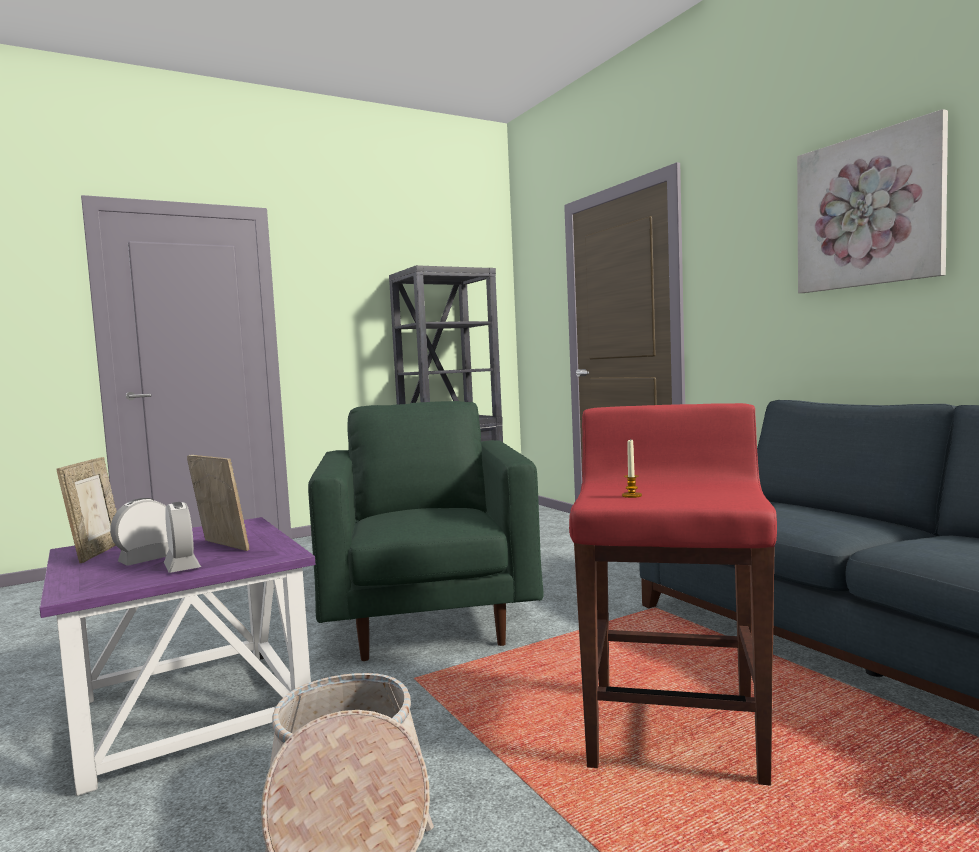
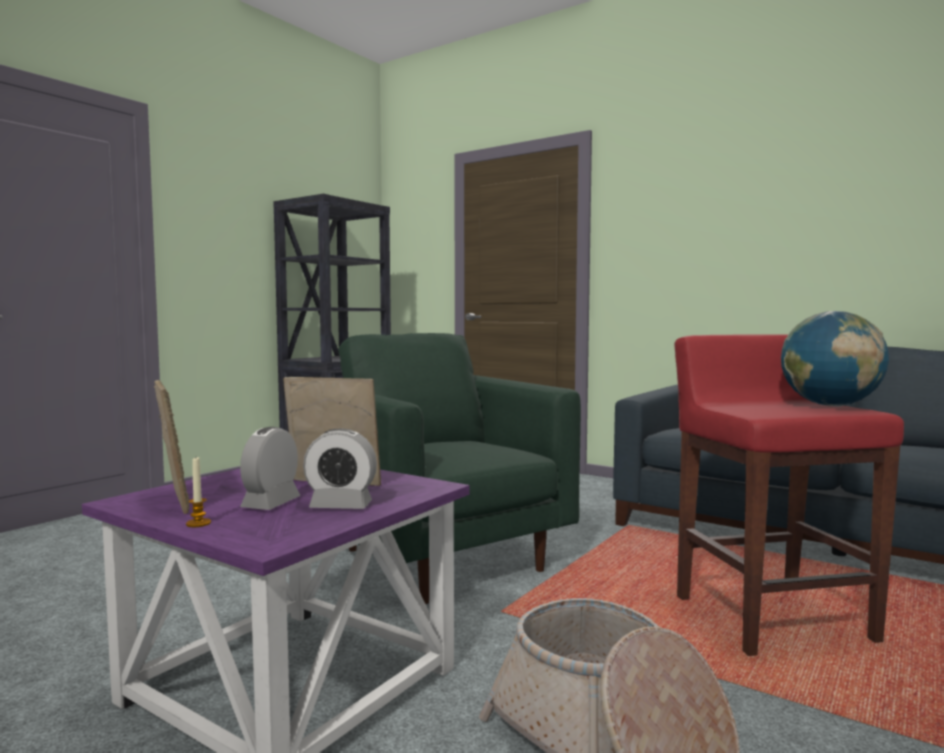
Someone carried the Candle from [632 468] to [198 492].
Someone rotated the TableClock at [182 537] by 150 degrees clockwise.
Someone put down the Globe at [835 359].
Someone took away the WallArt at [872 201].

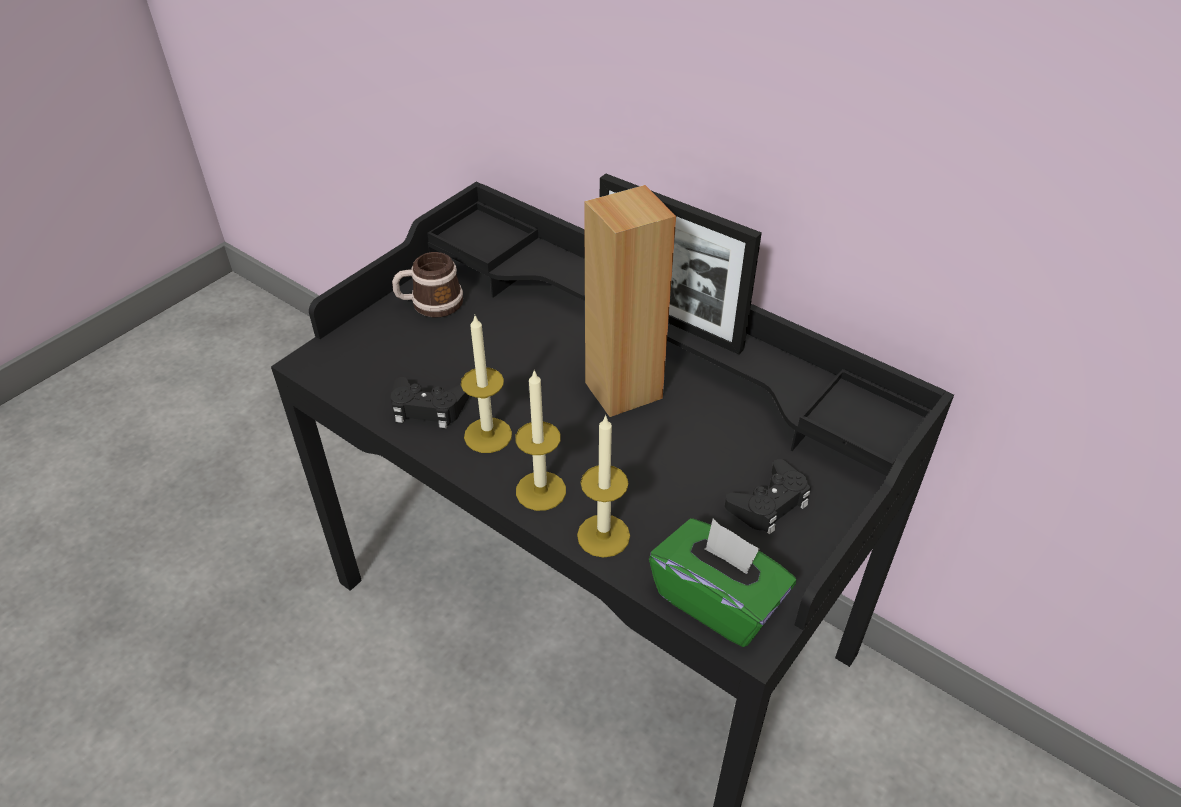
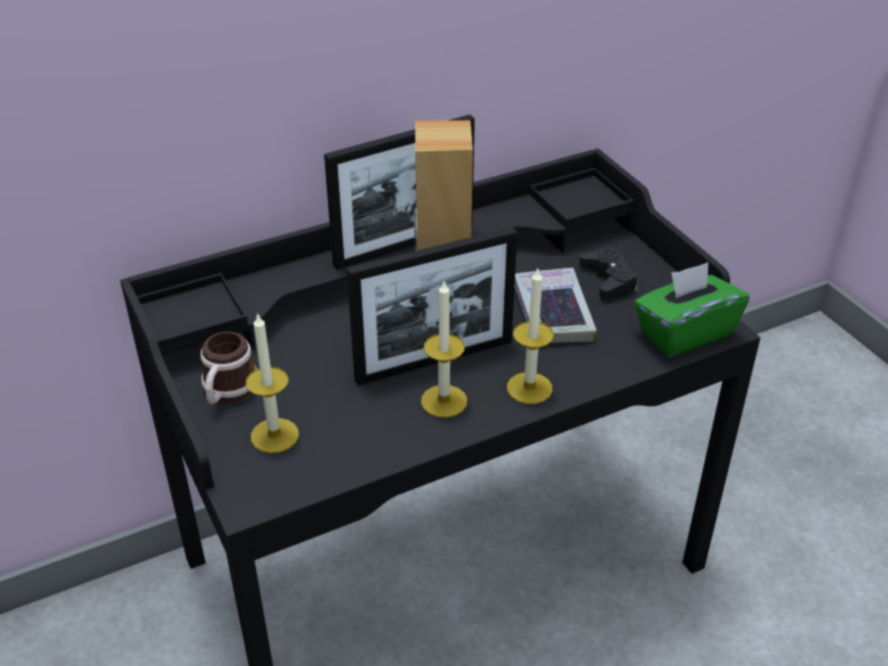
Someone carried the Candle from [603 486] to [272 383].
Someone put down the PictureFrame at [432 306].
Someone put down the Volume at [556 305].
Someone took away the BlackishGameController at [429 402].

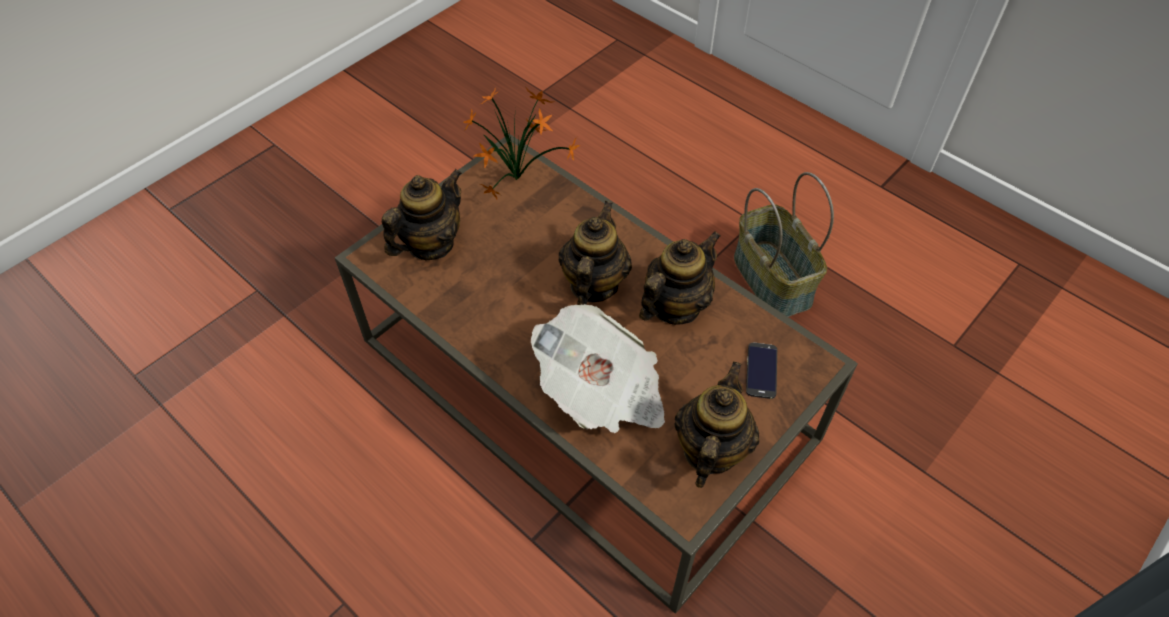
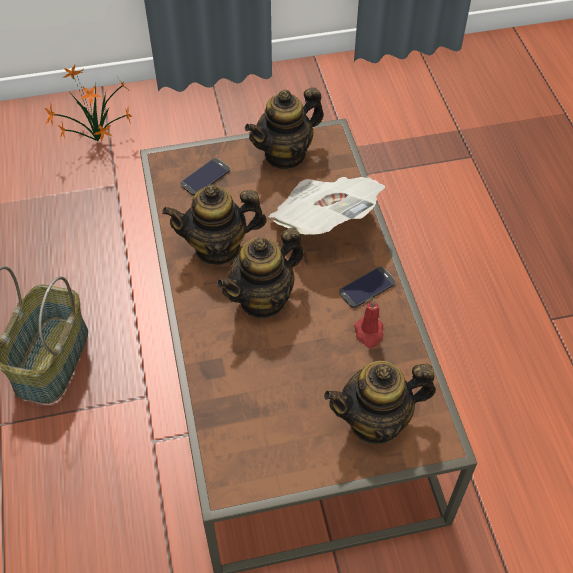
Someone carried the Houseplant from [522 143] to [88 103].
Someone put down the Handset at [367 287].
Someone put down the RedCandle at [368 323].

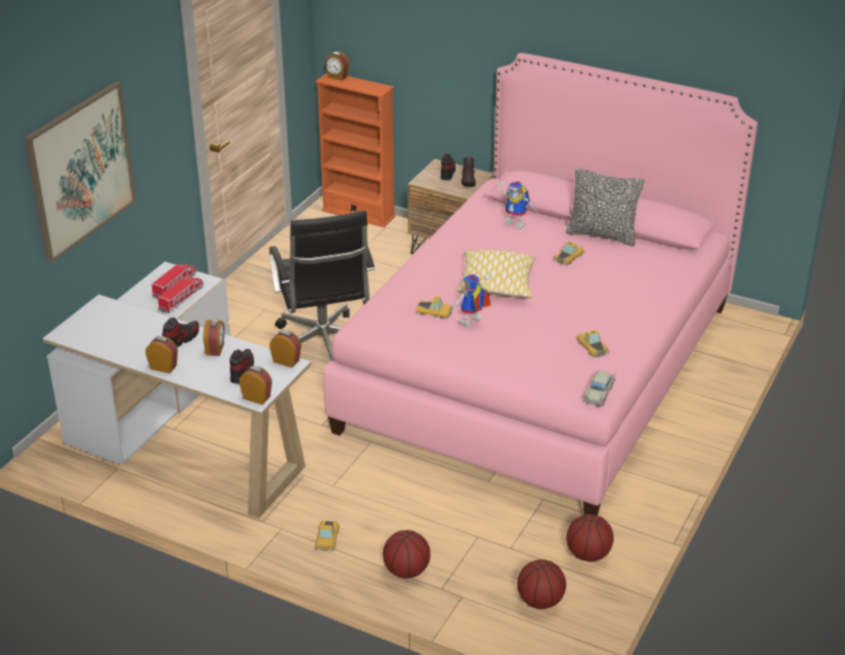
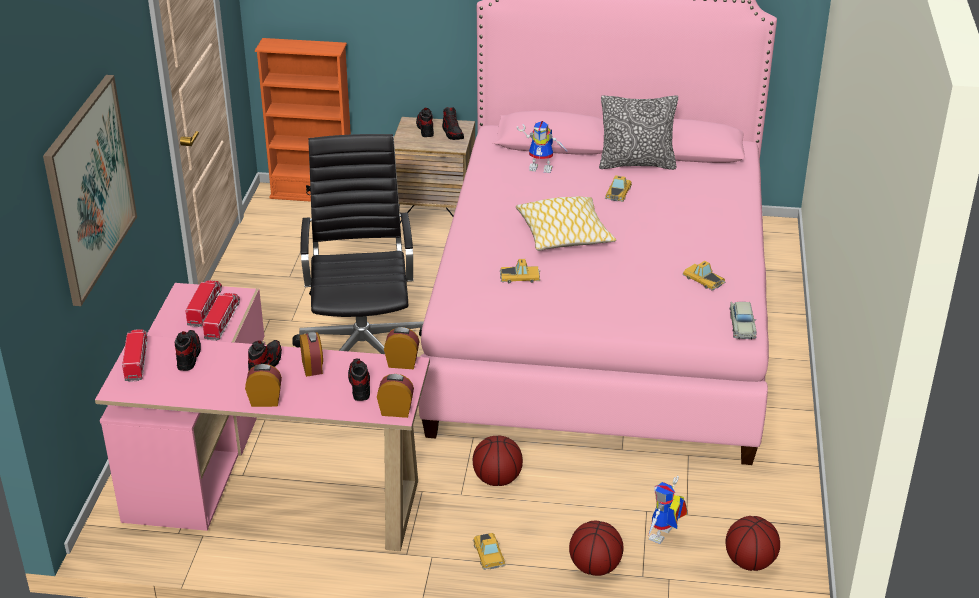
Someone repainted the WhiteDesk at [176 390], which became the PinkDesk at [262 417].
Someone put down the ToyTruck at [134 355].
Someone put down the Shoe at [188 350].
Someone rotated the BlackishComputerChair at [322 285] by 150 degrees counterclockwise.
Someone carried the Basketball from [590 538] to [498 461].
Someone carried the ToyRobot from [470 300] to [668 510].
Someone took away the TableClock at [337 66].

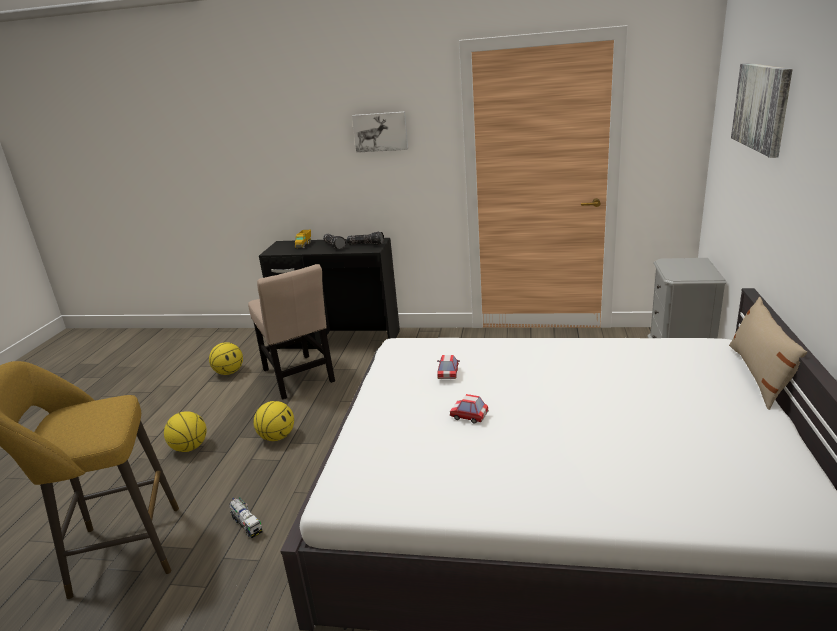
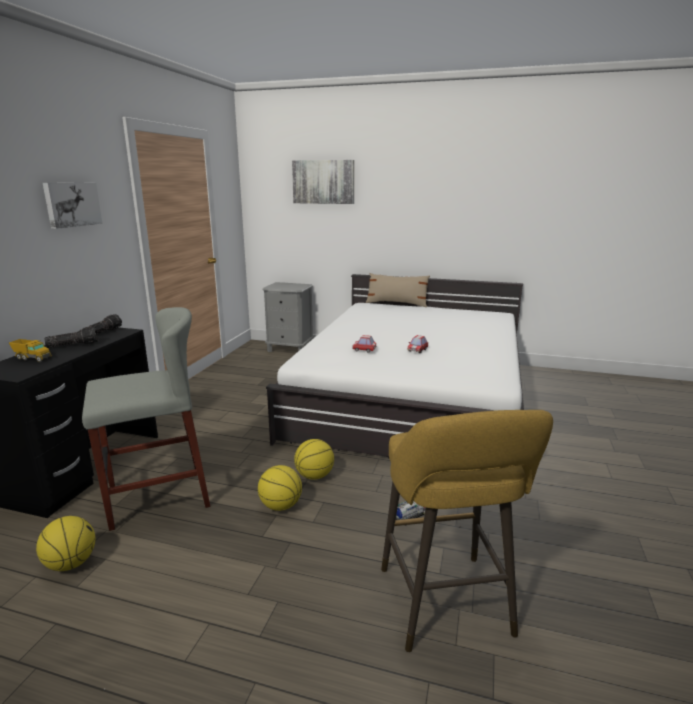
Someone swapped the SandColouredUprightChair at [291 331] for the GrayStoolSeat at [146 419].
Someone carried the Basketball from [185 431] to [314 459].

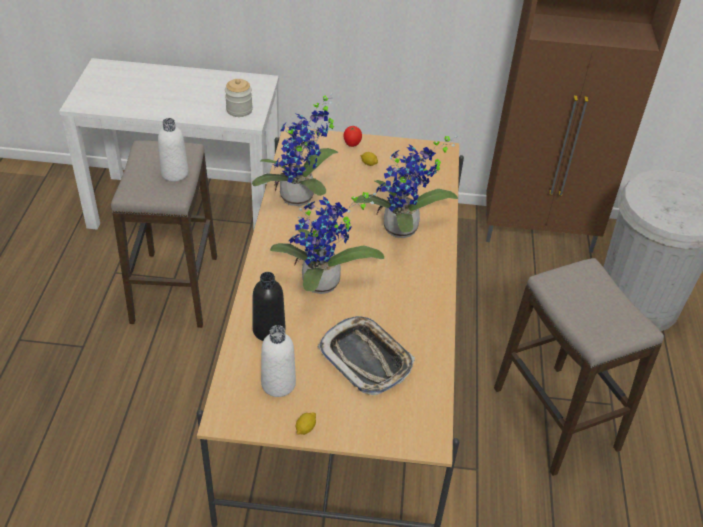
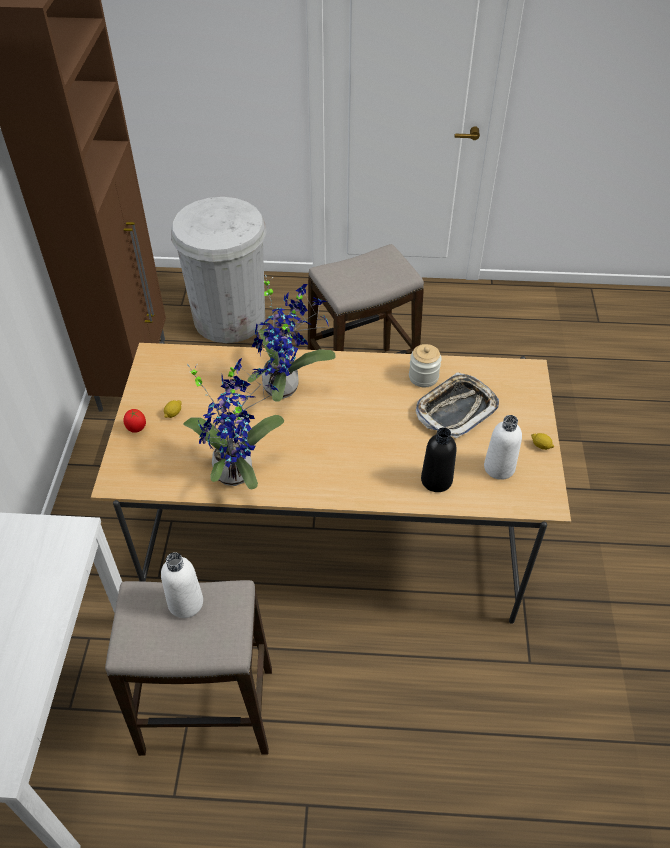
Someone carried the Jar from [239 98] to [425 365].
Someone took away the Houseplant at [327 243].

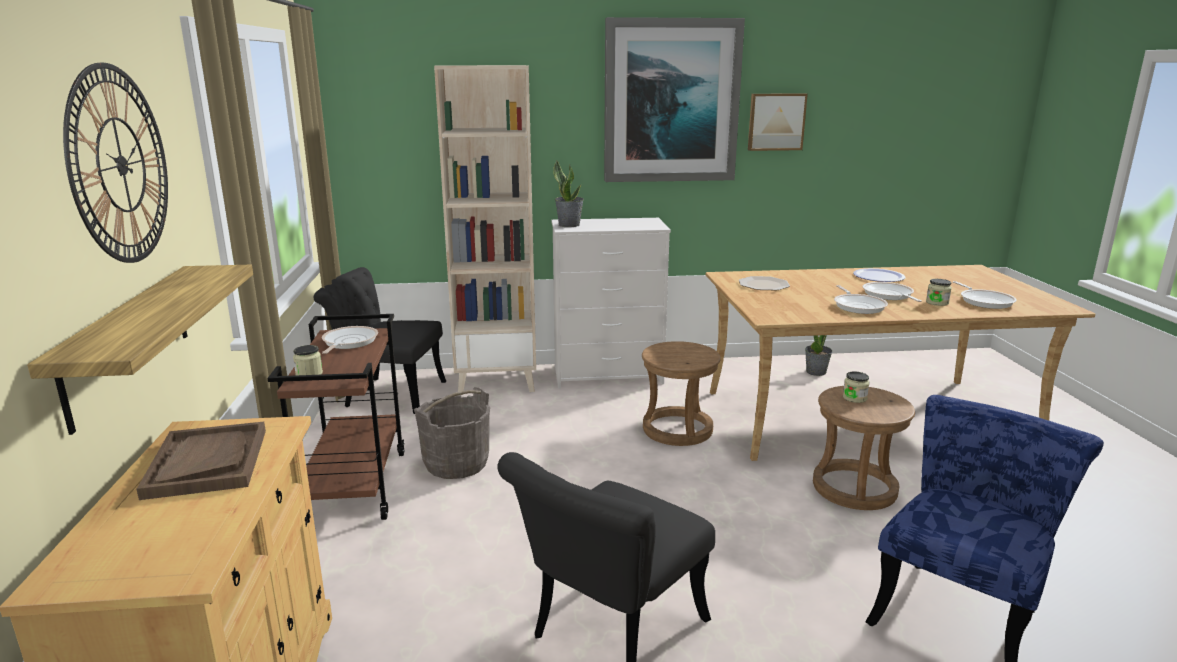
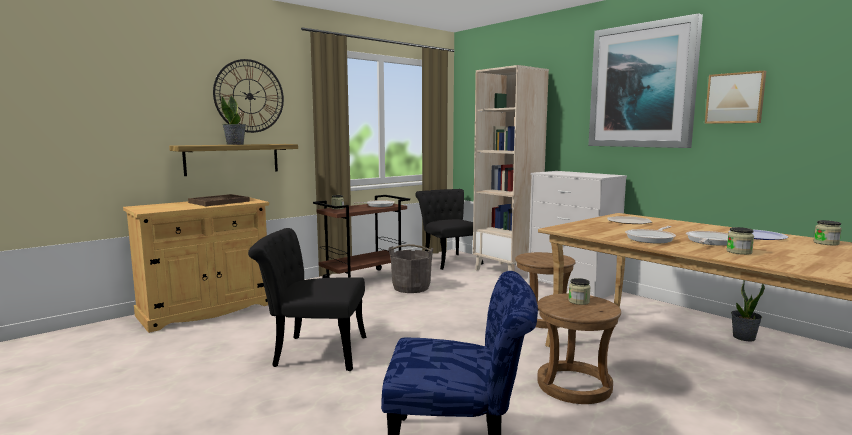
Someone carried the Houseplant from [569 193] to [233 120].
Someone put down the Jar at [828 232].
Someone took away the Skillet at [985 295].

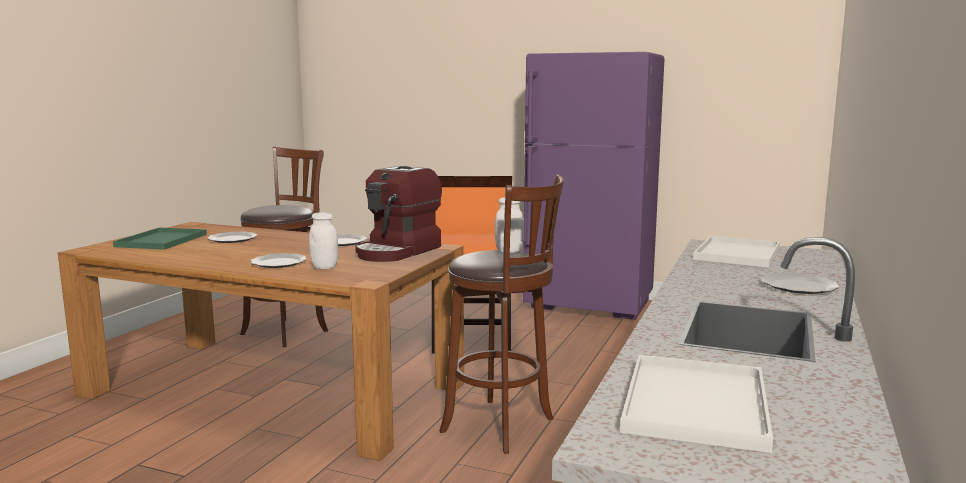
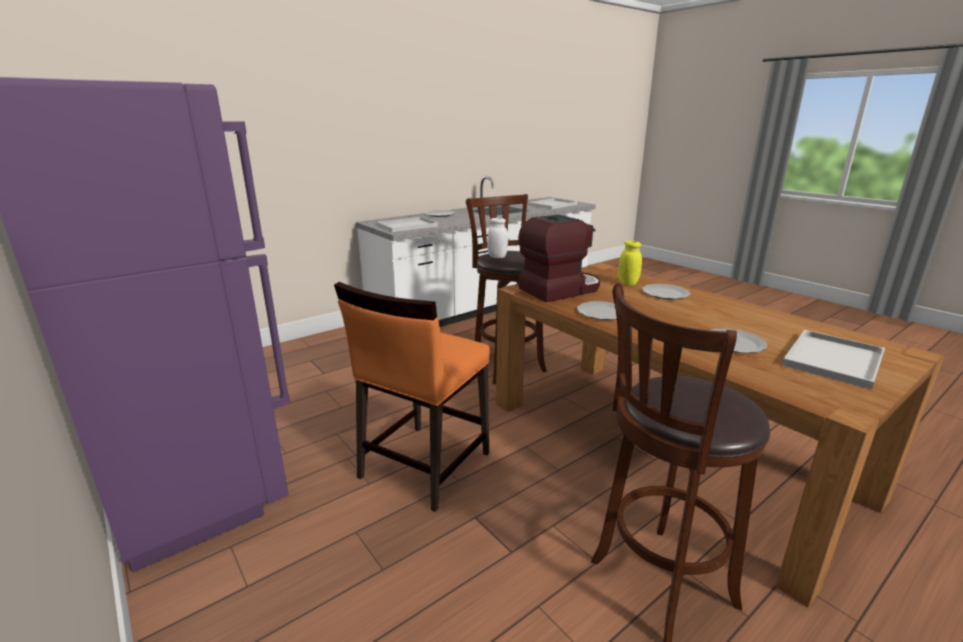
Someone repainted the WhiteJar at [323 240], which became the YellowishJar at [630 262].
Someone repainted the GreenCarryingTray at [160 238], which became the WhiteCarryingTray at [833 359].

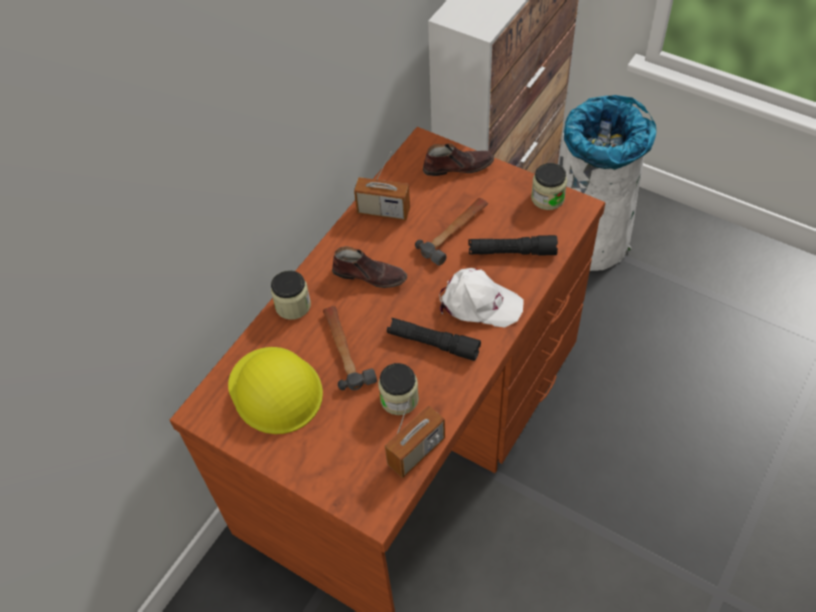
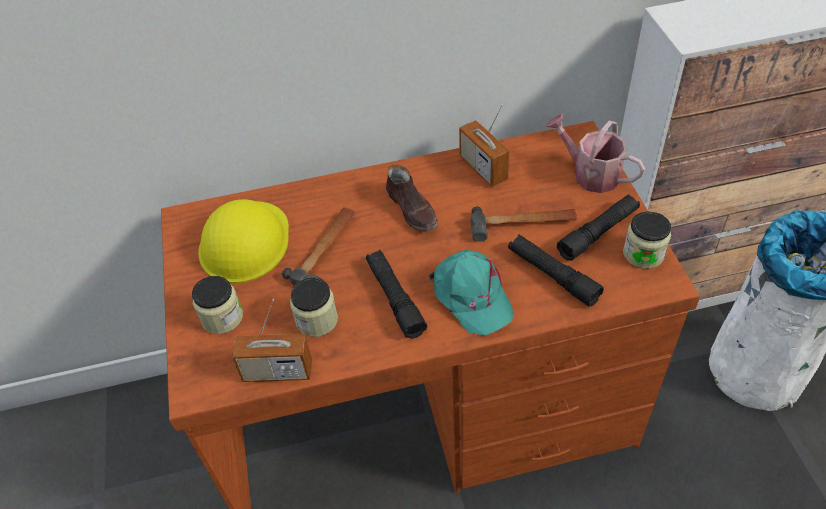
Someone carried the Jar from [291 295] to [217 305].
Someone repainted the WhiteCap at [481 297], which became the TurquoiseCap at [471 292].
Someone swapped the BrownColouredShoe at [458 159] for the WateringCan at [595 153].
Someone put down the BlackishFlashlight at [598 227].

